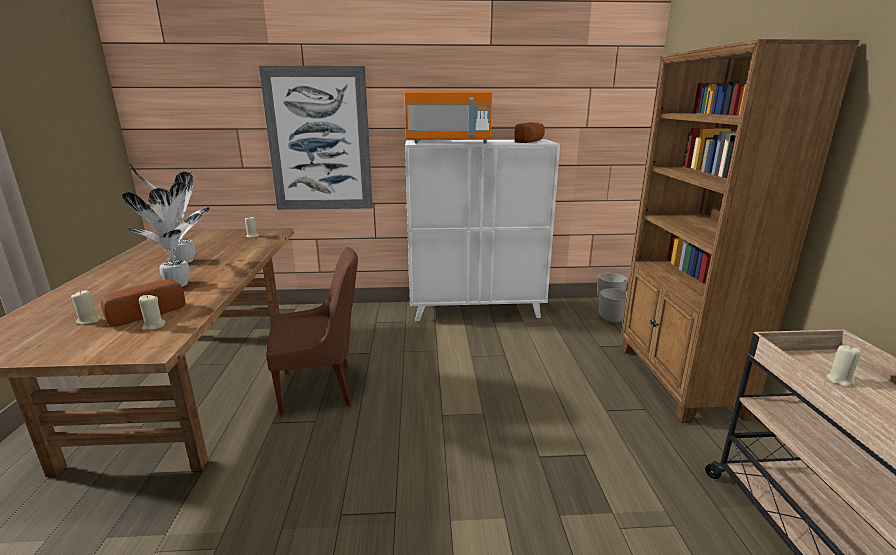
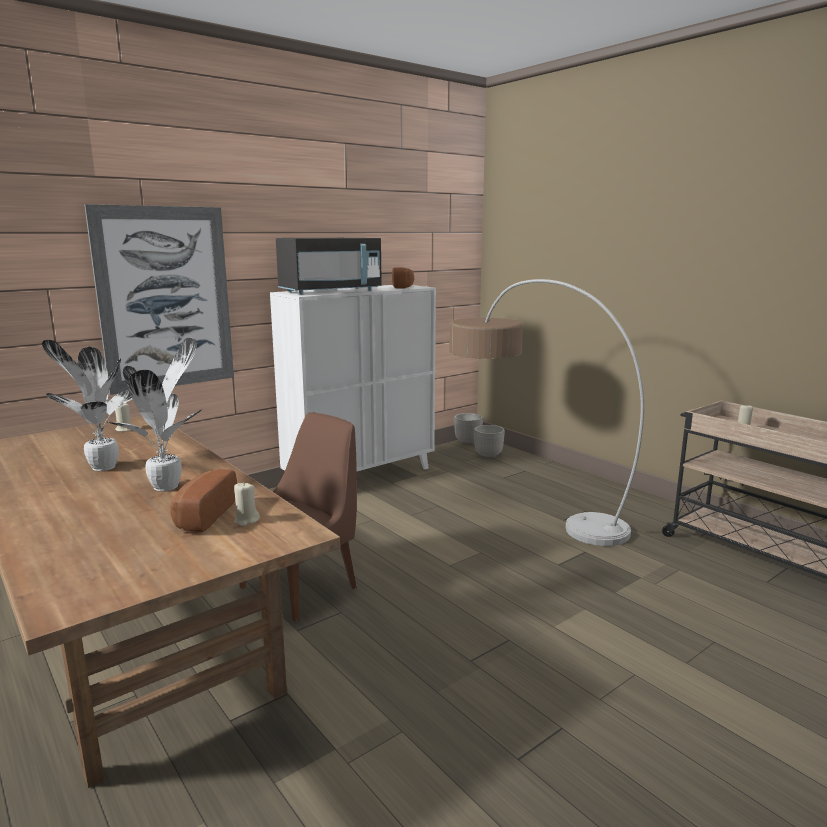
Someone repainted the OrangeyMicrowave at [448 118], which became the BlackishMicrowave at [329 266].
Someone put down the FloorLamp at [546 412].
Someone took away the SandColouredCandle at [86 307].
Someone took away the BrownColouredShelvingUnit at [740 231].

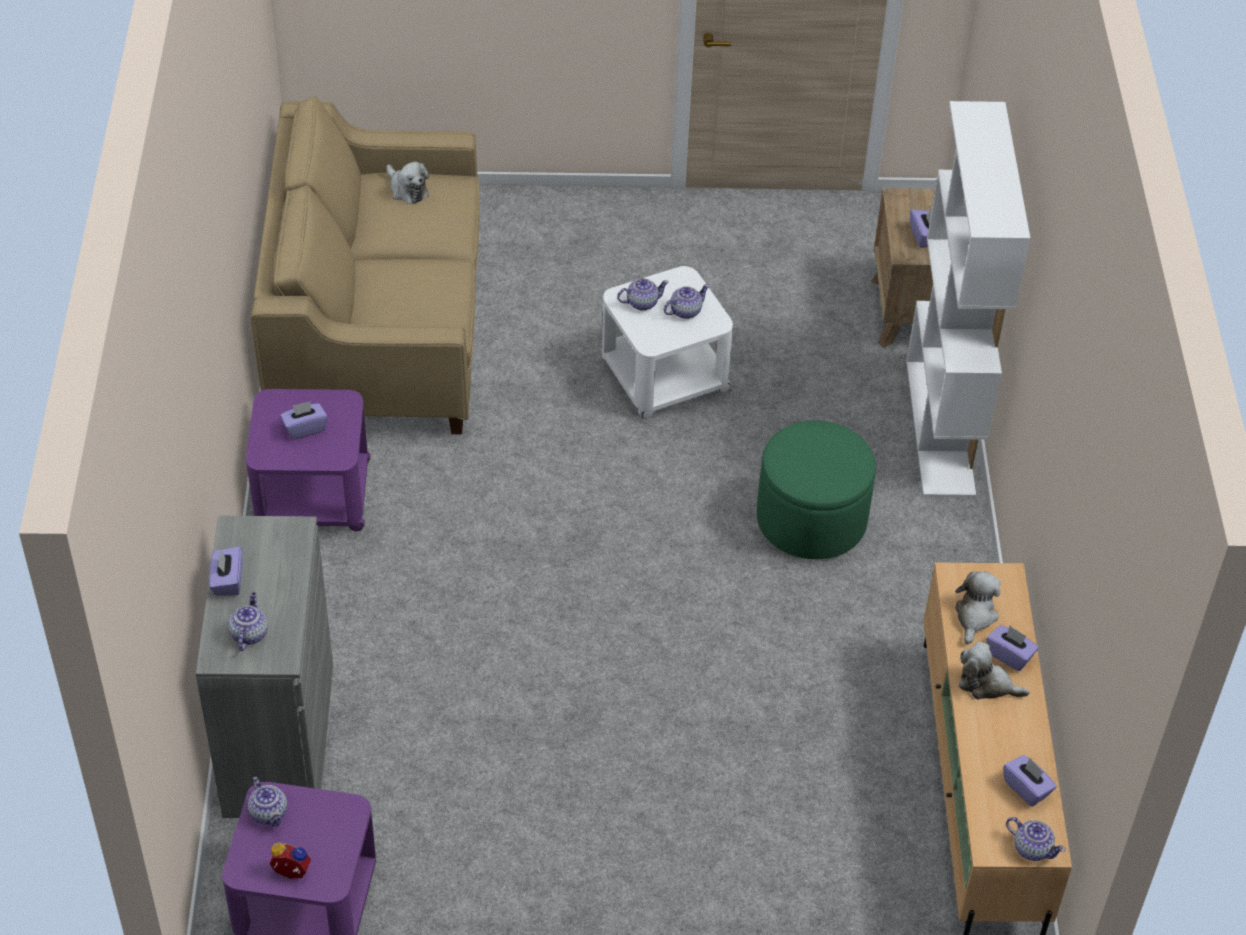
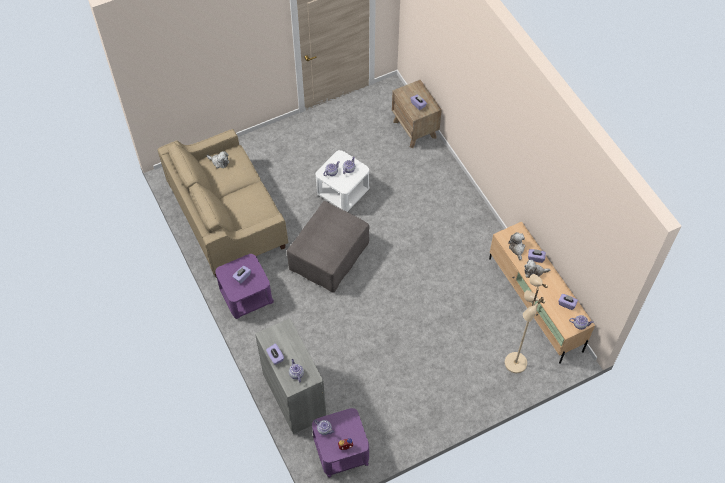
Someone put down the GrayPouffe at [328 247].
Someone put down the SandColouredFloorLamp at [526 323].
Someone took away the GreenPouffe at [816 489].
Someone took away the WhiteShelvingUnit at [968 299].

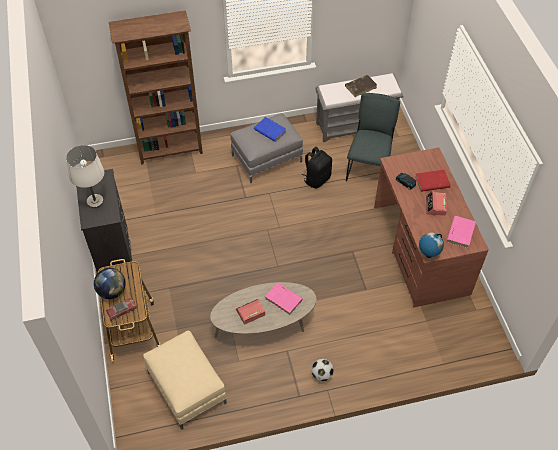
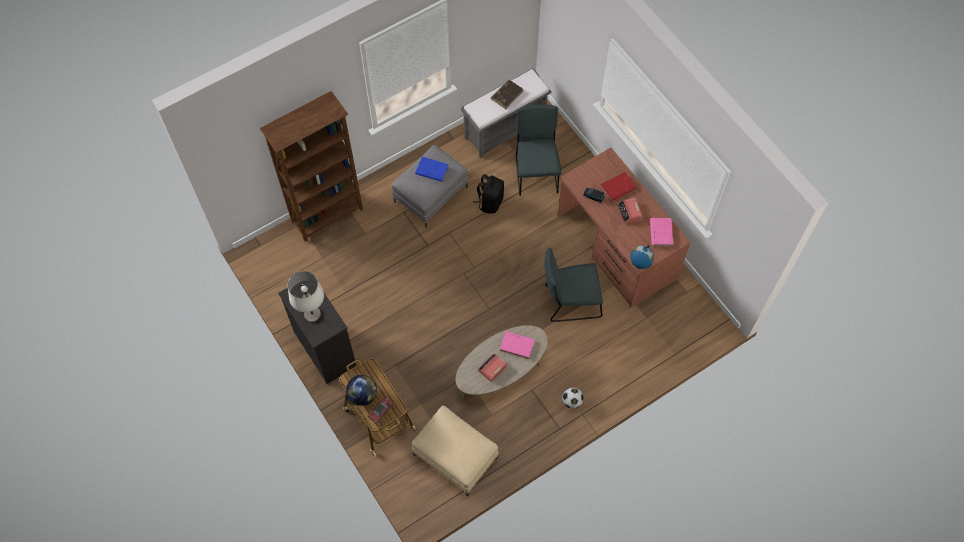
Someone put down the GrayUprightChair at [573 285].

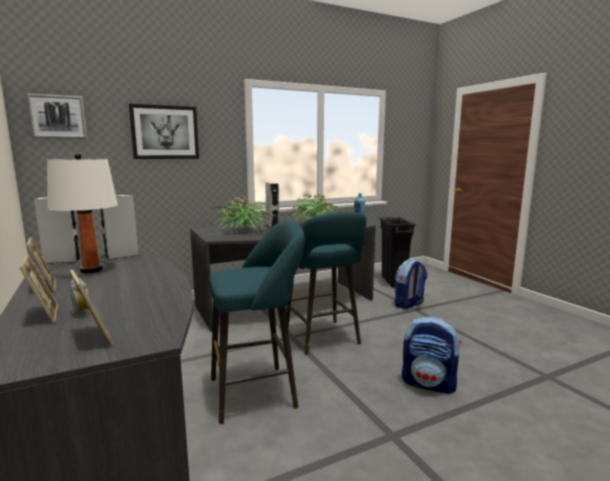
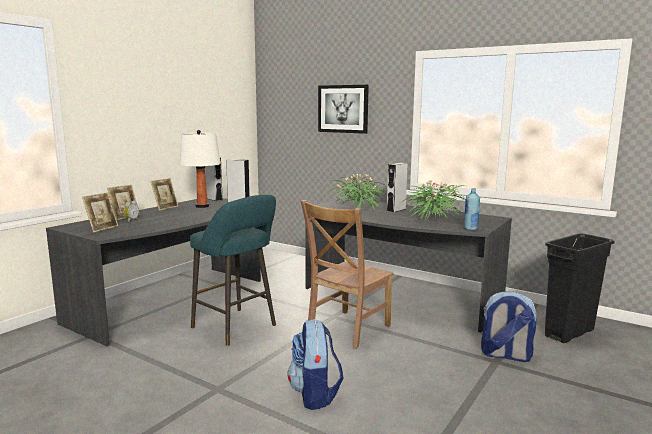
Someone swapped the TurquoiseStoolSeat at [326 283] for the BrownColouredUprightChair at [347 274].
Someone took away the WallArt at [56 116].

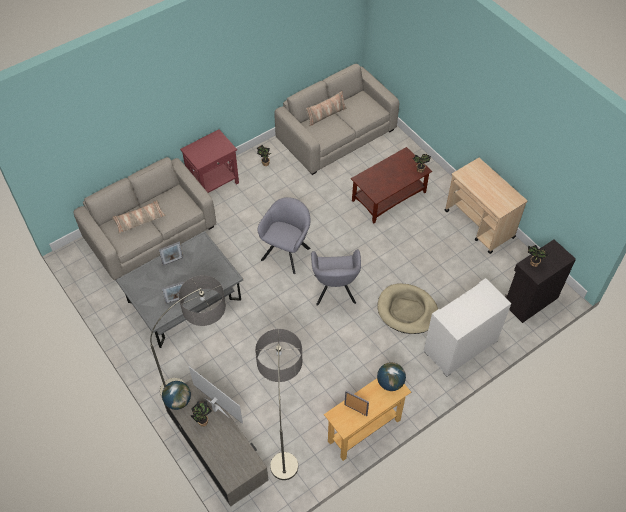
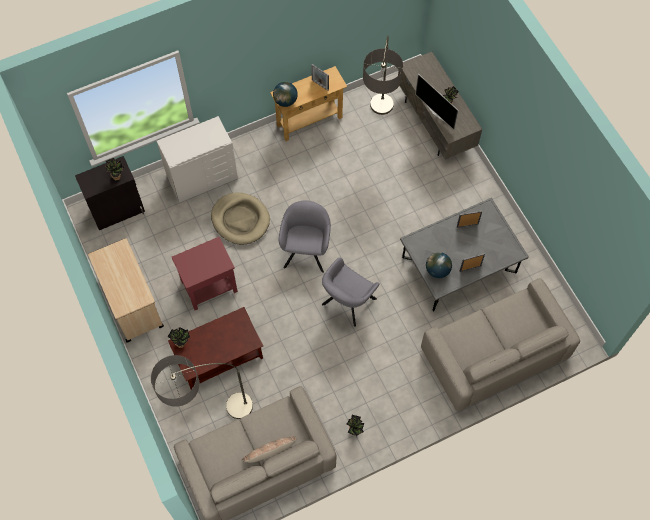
Someone carried the FloorLamp from [188 336] to [202 387].
Someone carried the RedSideTable from [209 161] to [205 273].
Someone carried the Globe from [176 395] to [439 265].
Someone took away the Pillow at [139 217].

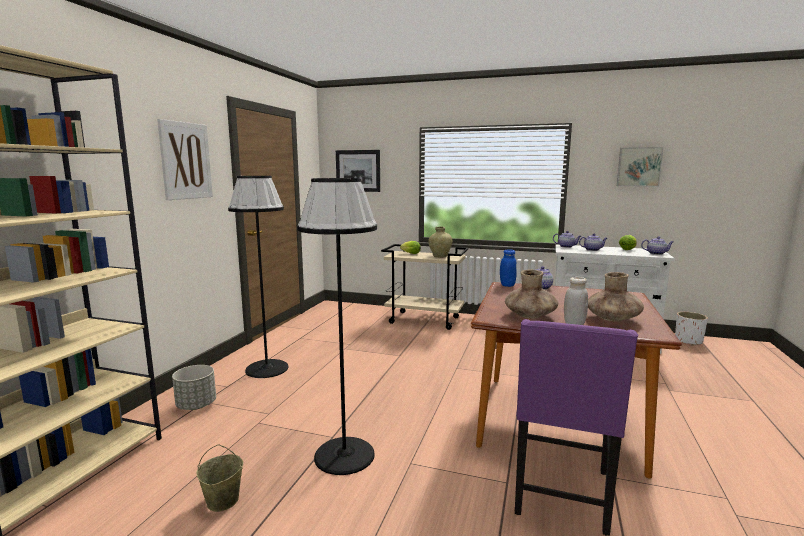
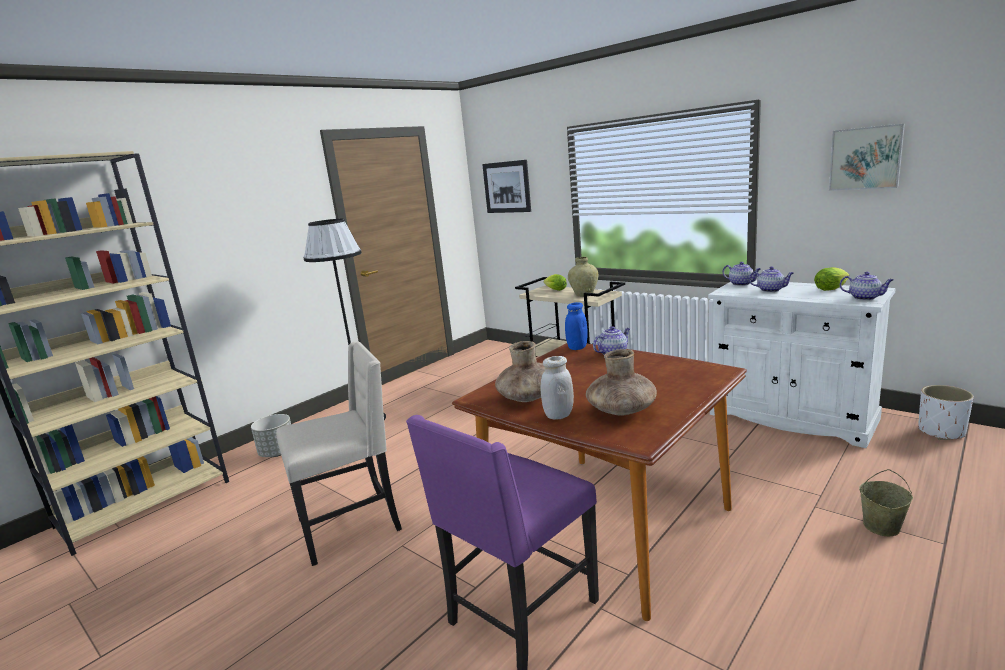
Someone swapped the BlackishFloorLamp at [337 326] for the SandColouredUprightChair at [339 454].
Someone carried the SandColouredBucket from [219 478] to [886 502].
Someone took away the WallArt at [185 159].

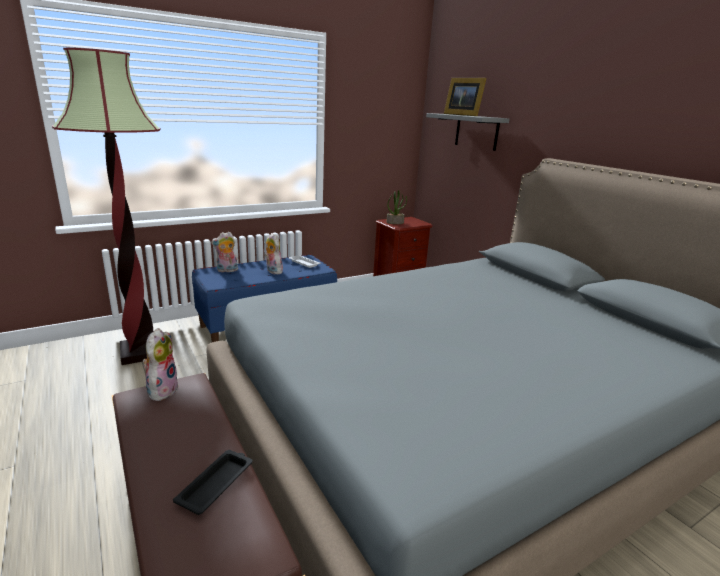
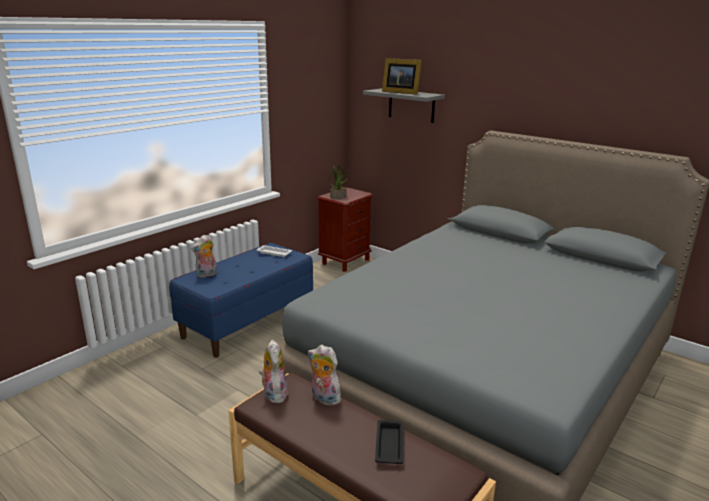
Someone carried the SoftToy from [274 253] to [324 375].
Someone took away the FloorLamp at [106 206].

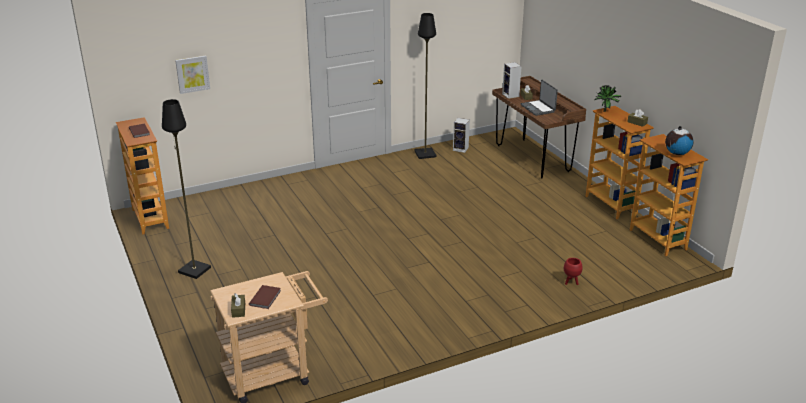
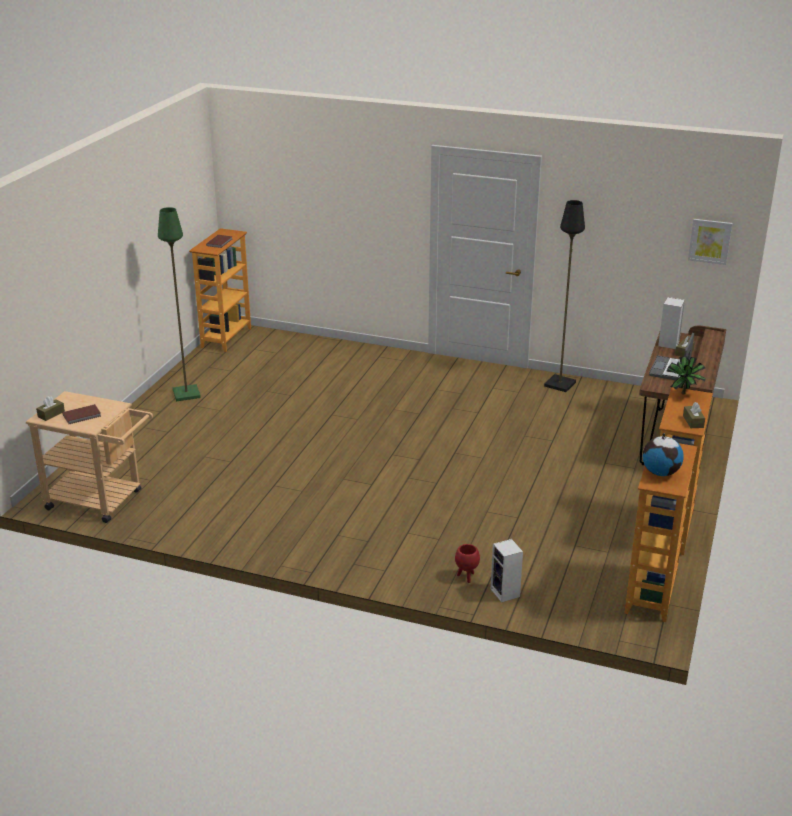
Someone repainted the BlackishFloorLamp at [186 189], which became the GreenFloorLamp at [179 304].
Someone carried the AudioSpeaker from [461 135] to [507 571].
Someone carried the WallArt from [192 75] to [710 242].

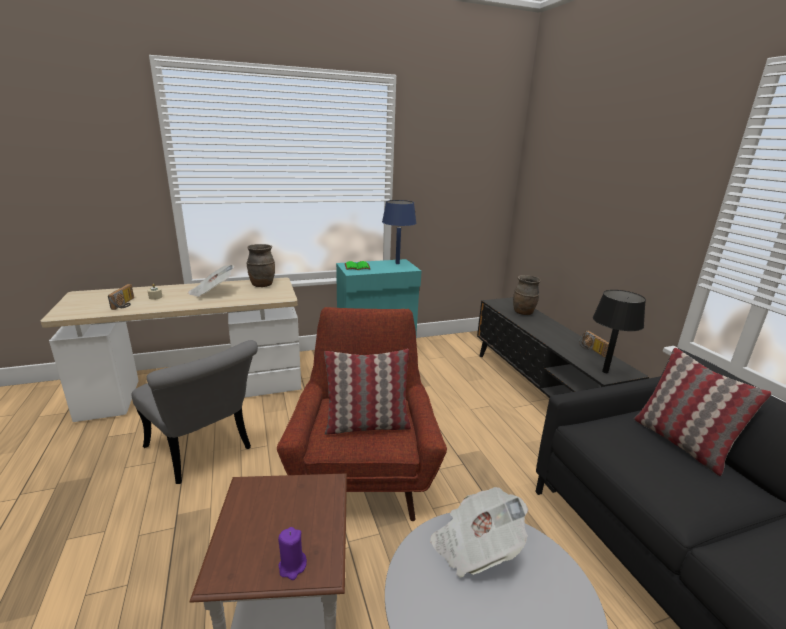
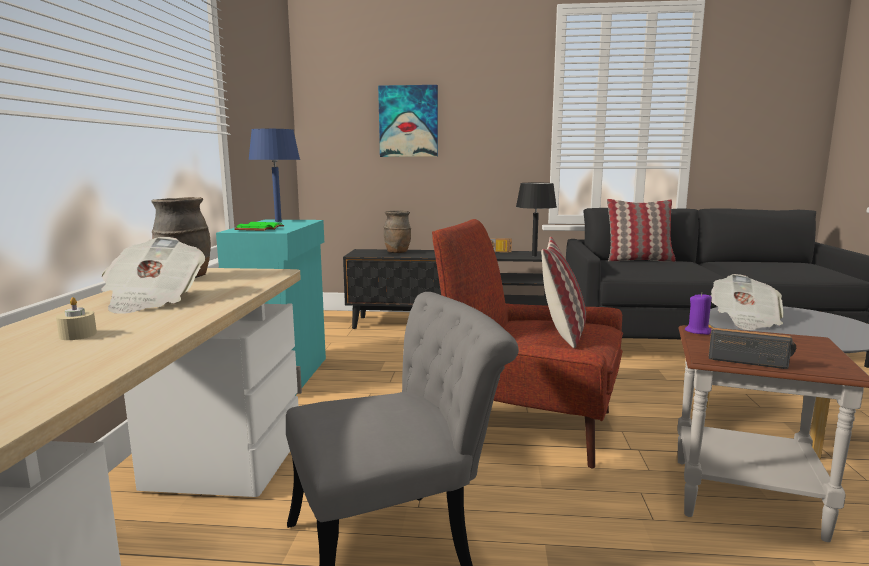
Someone put up the WallArt at [408 121].
Someone carried the PurplishCandle from [292 553] to [698 314].
Someone carried the RadioReceiver from [121 297] to [752 348].

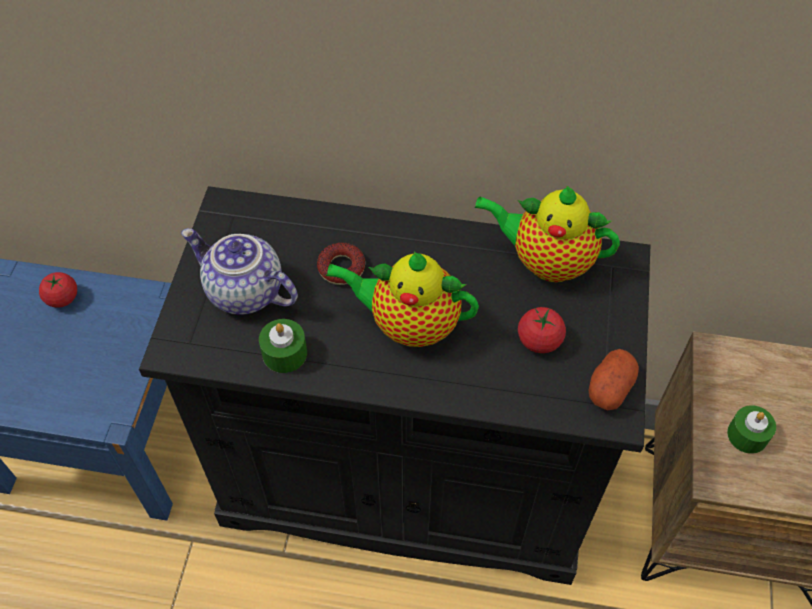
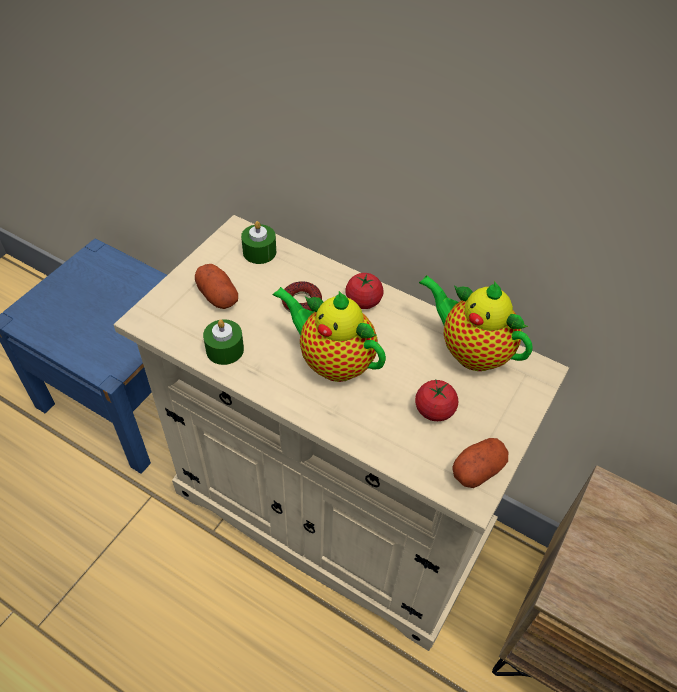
Someone repainted the BlackishStorageCabinet at [394 385], which became the SandColouredStorageCabinet at [341 433].
Someone swapped the TeaPot at [239 271] for the Potato at [216 286].
Someone carried the GreenCandle from [751 429] to [258 242].
Someone carried the Tomato from [58 290] to [364 291].

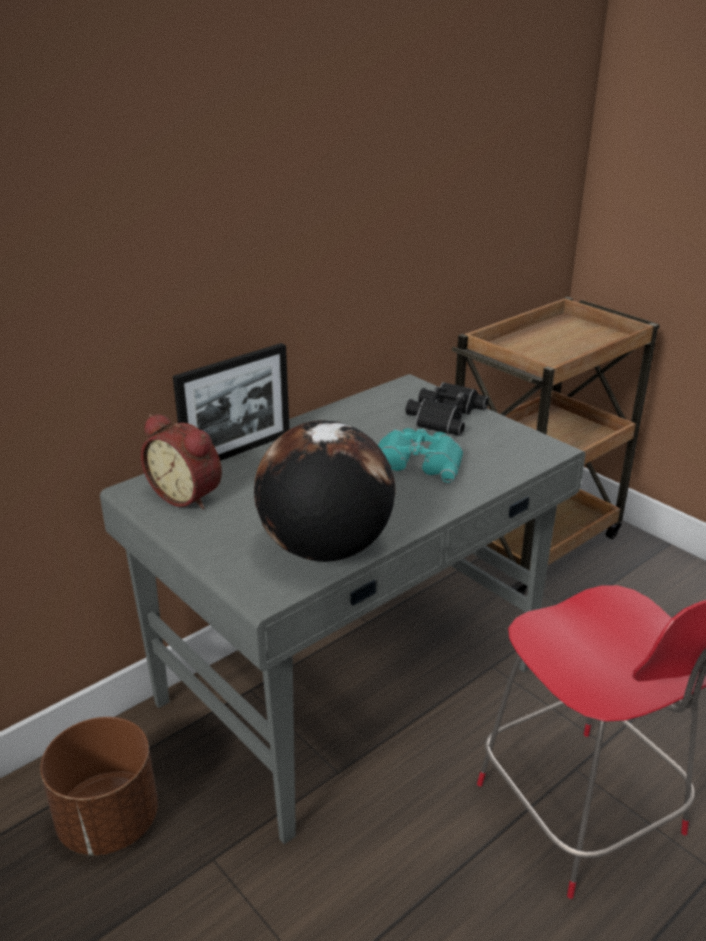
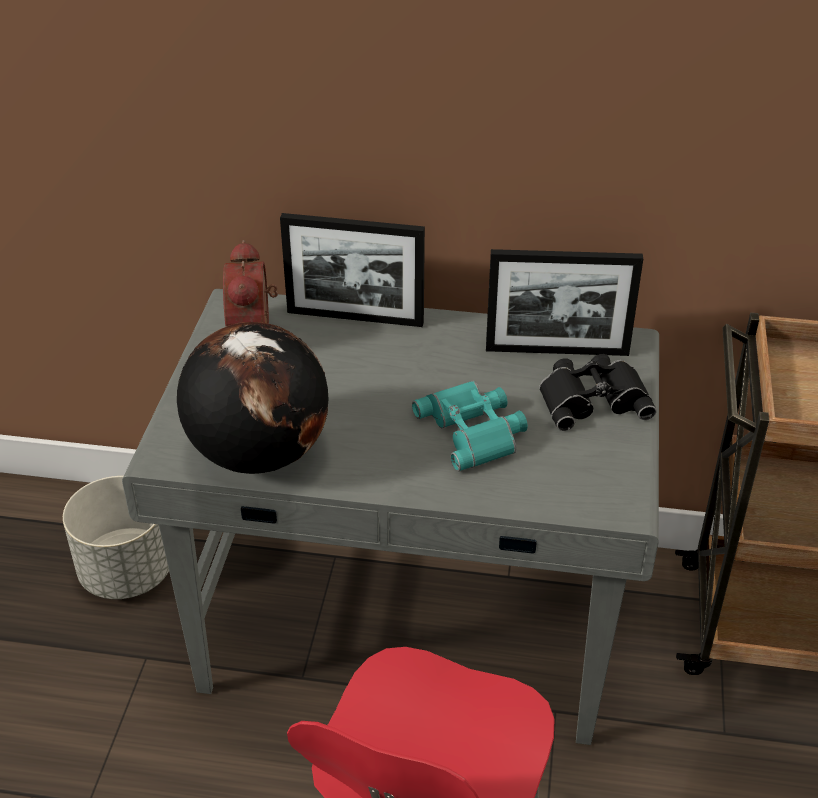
Someone repainted the BrownColouredPlantPot at [99 786], which became the GrayPlantPot at [116 537].
Someone put down the PictureFrame at [564 302].

